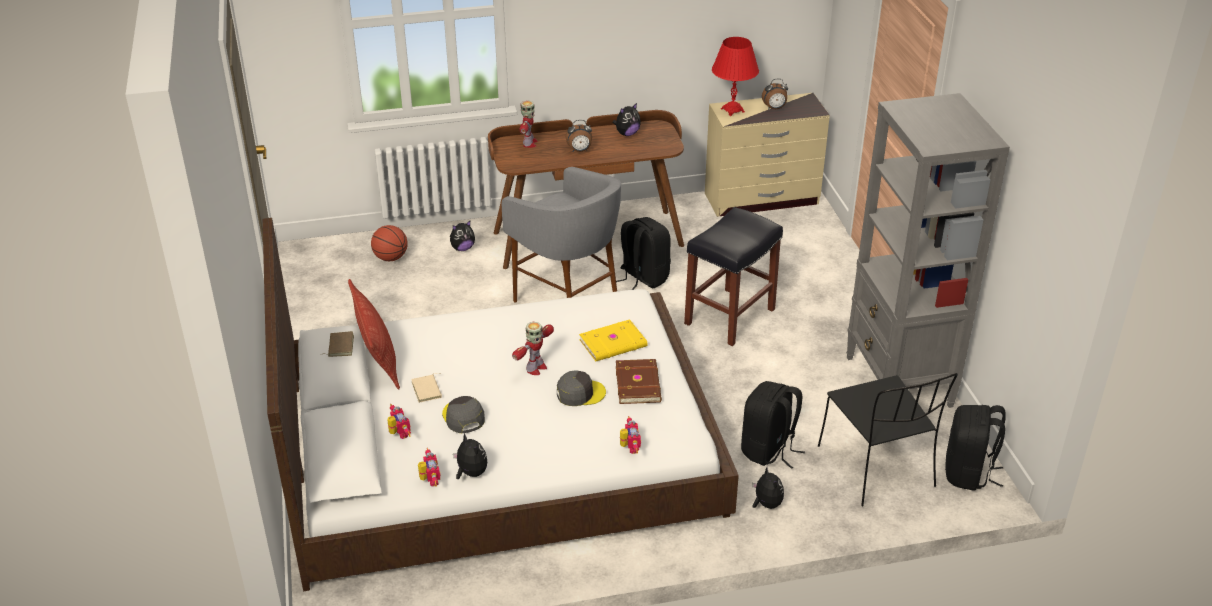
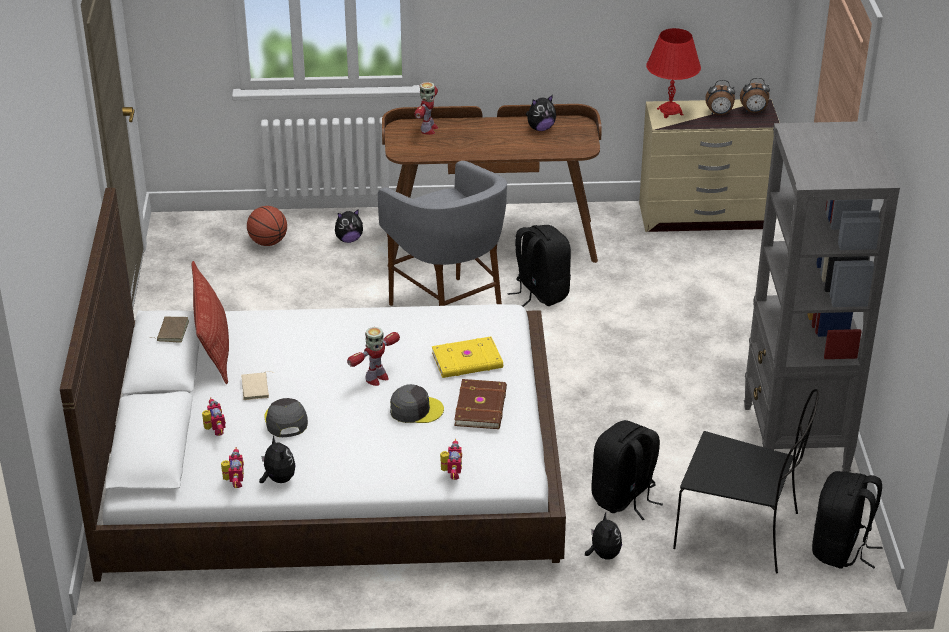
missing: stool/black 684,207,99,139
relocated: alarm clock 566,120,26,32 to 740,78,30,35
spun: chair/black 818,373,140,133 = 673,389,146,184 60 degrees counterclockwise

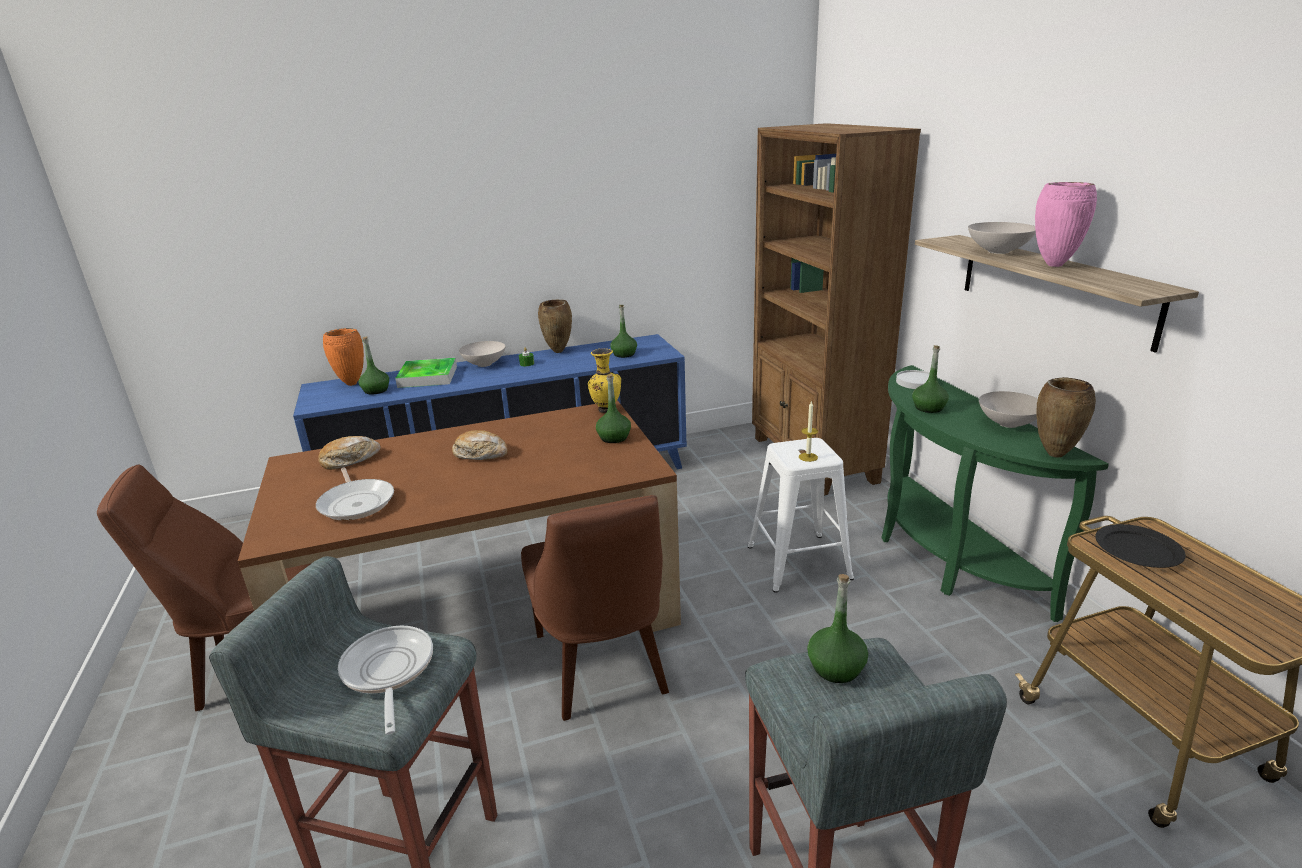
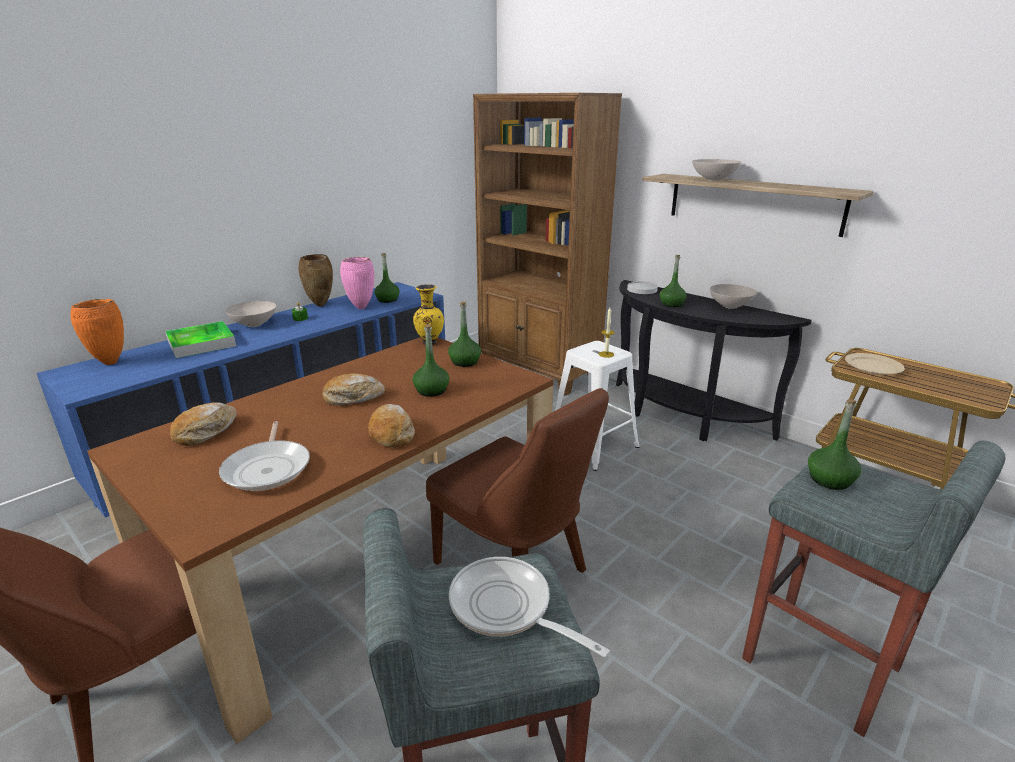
missing: vase/brown 1036,377,60,81
appeared: bread 368,404,47,43
relocated: bottle/green 359,336,30,59 to 412,324,37,73; vase/pink 1035,182,62,85 to 340,257,34,52
colour: console table/green 881,365,228,257 to console table/black 616,280,196,161; plate/black 1095,524,91,44 to plate/beige 845,353,60,22
spun: frying pan 316,468,78,52 = 219,421,91,70 45 degrees clockwise

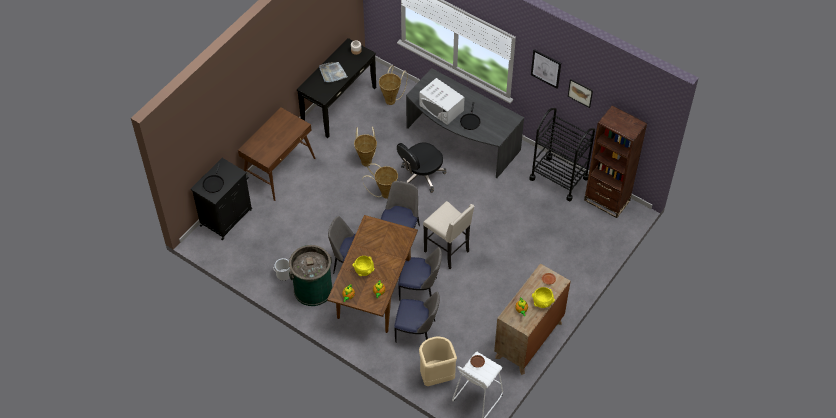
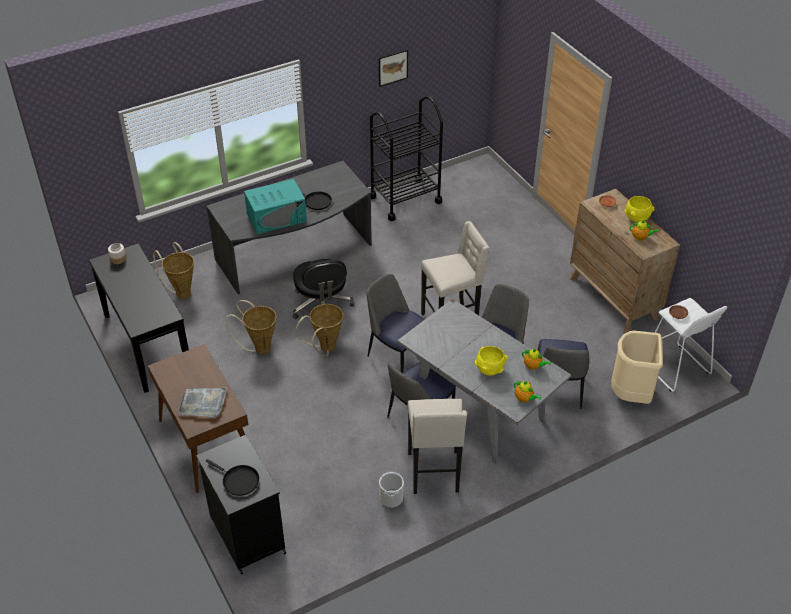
missing: picture 531,49,30,40; bookcase/brown 584,105,63,113
relocated: tray/grey 319,62,29,20 to 178,387,49,30
exchanged: trash can/green 289,245,44,61 to stool/beige 408,399,59,95
colour: dining table/brown 327,215,91,118 to dining table/grey 397,299,175,165; microwave/white 420,78,45,47 to microwave/turquoise 244,179,63,55
spun: chair 394,291,46,51 = 538,339,51,70 150 degrees clockwise

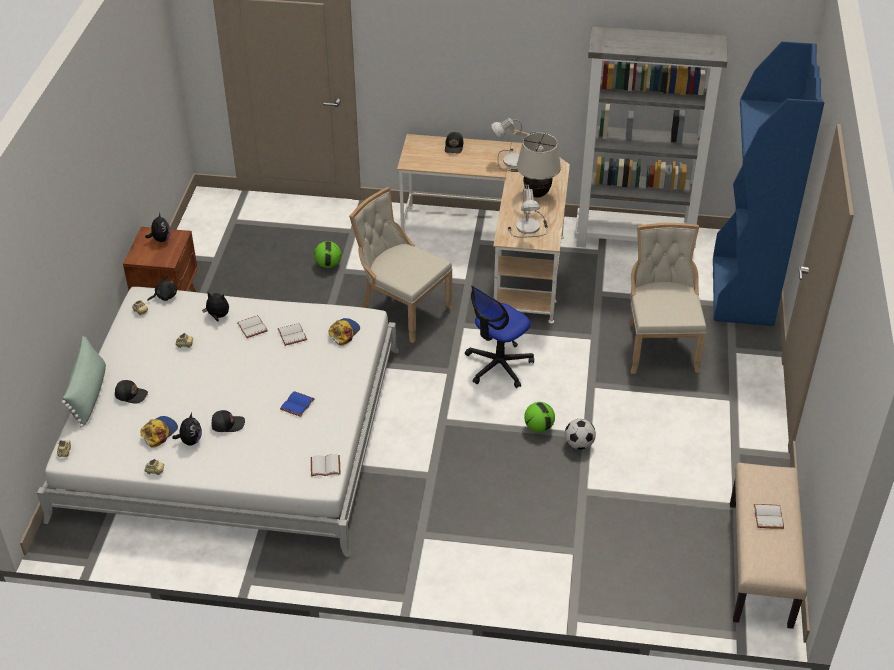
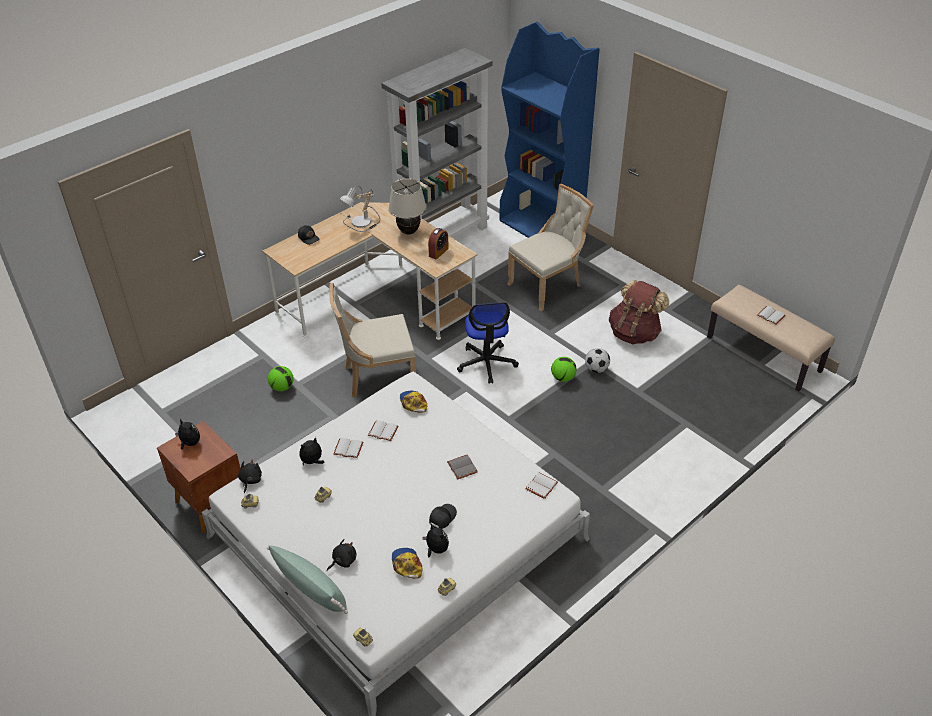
appeared: backpack/brown 609,280,60,64
exchanged: cap/black 115,380,33,23 to plush toy/black 327,539,29,32; table lamp 508,185,40,53 to alarm clock 428,228,21,31
colour: book/blue 280,391,35,26 to book/grey 447,455,31,25
spun: chair/beige 630,223,76,151 = 507,184,87,127 105 degrees clockwise

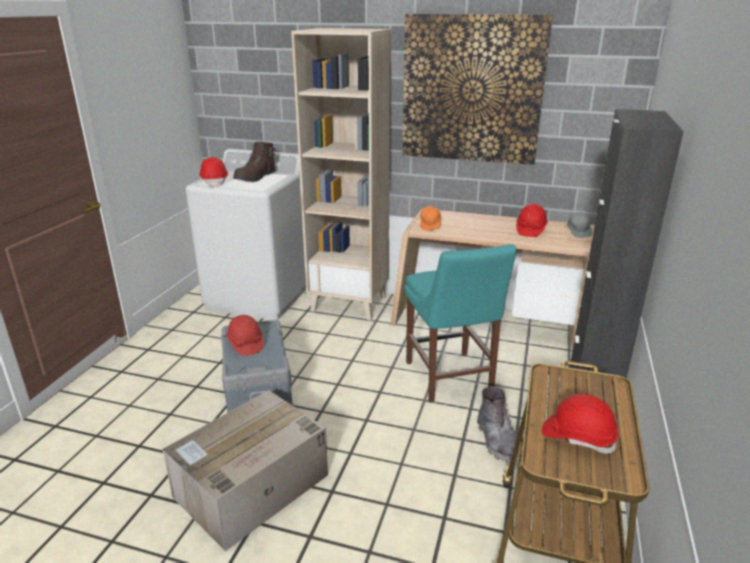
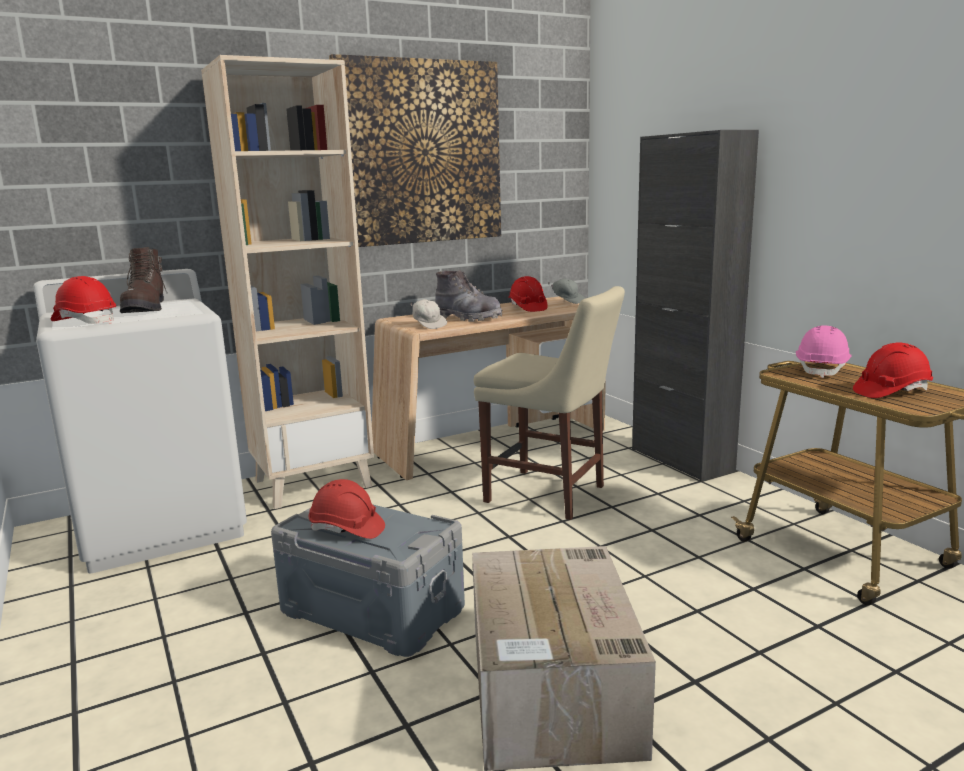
appeared: hard hat/pink 796,325,56,53
relocated: boot/grey 477,386,46,78 to 435,270,67,52
colour: chair/turquoise 405,244,112,158 to chair/beige 474,286,151,234; cap/orange 420,206,21,25 to cap/white 410,299,37,30

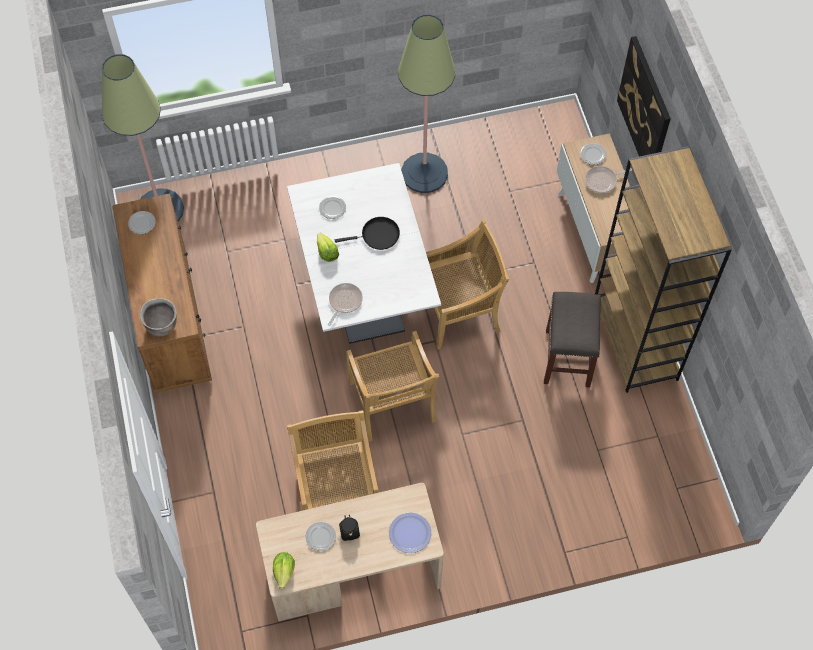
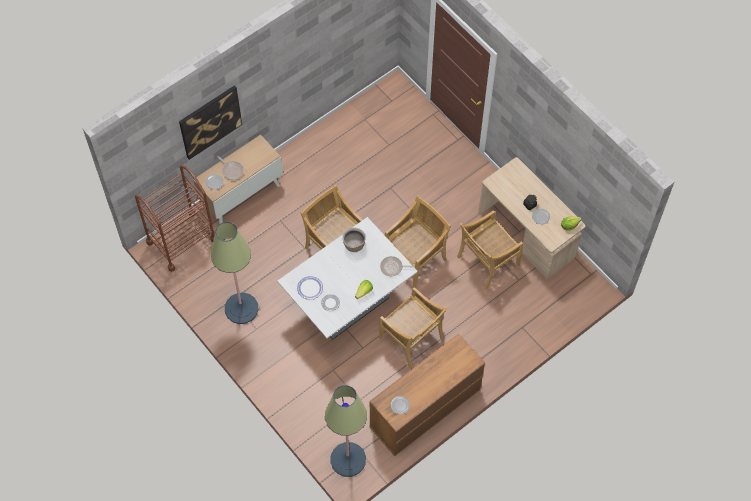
missing: frying pan/black 335,217,65,33; stool/grey 544,292,57,96; bookcase/brown 595,146,137,247
appeared: cart/brown 135,165,80,107; chair/beige 378,287,70,81
relocated: cooking pot/brown 140,298,37,38 to 342,228,24,24; plate 389,513,42,40 to 297,276,26,24

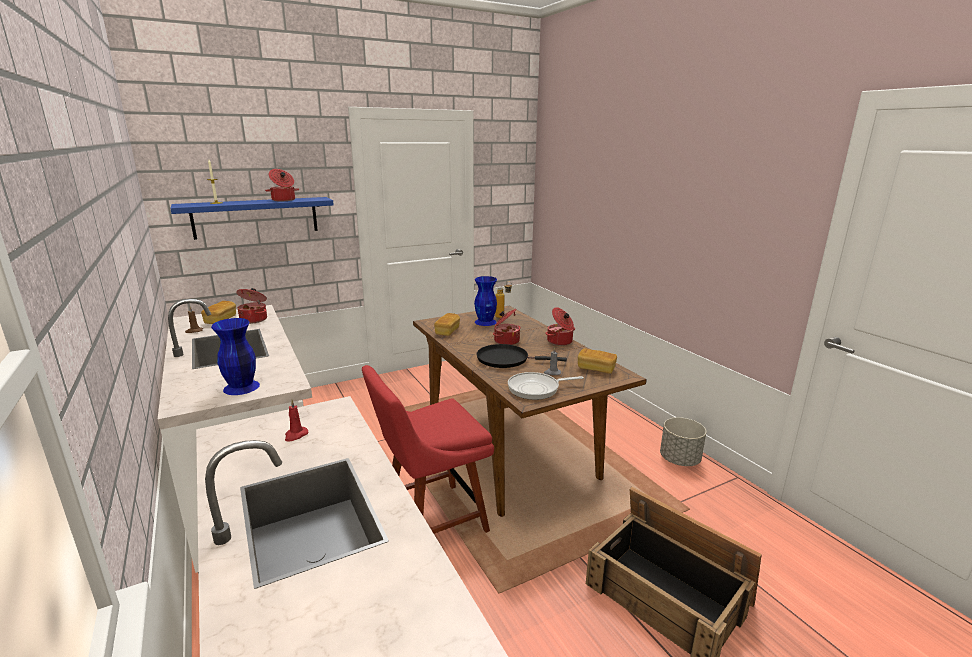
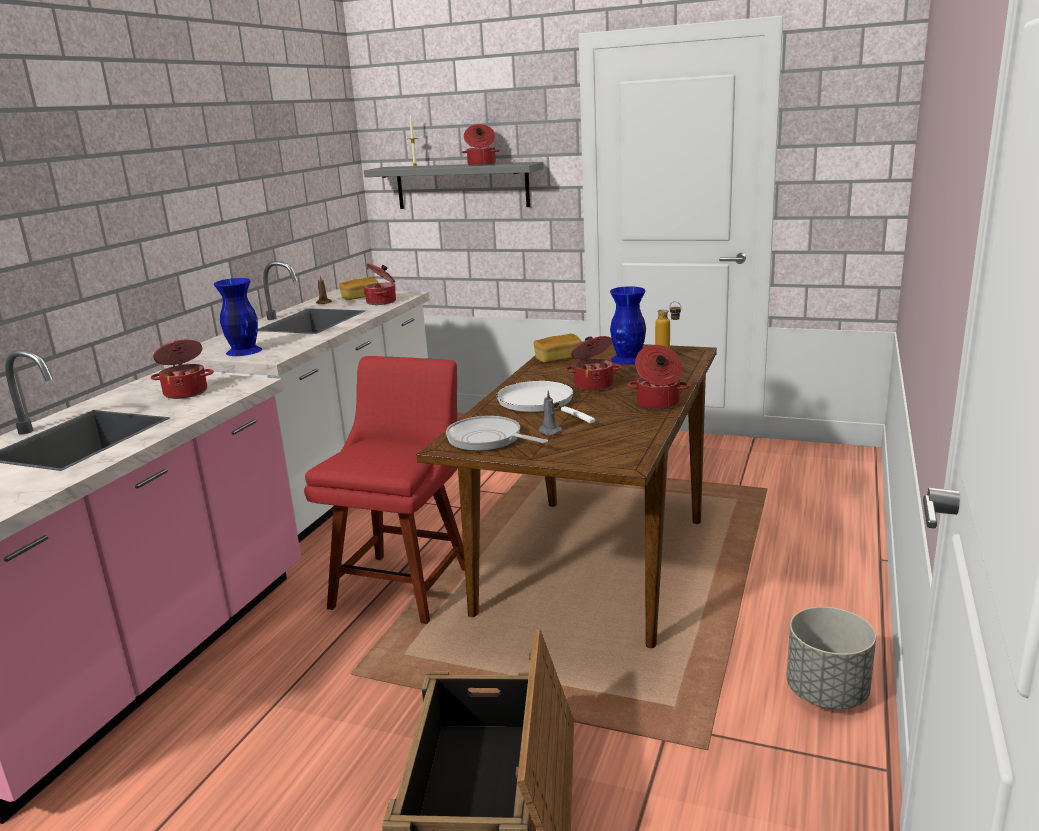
missing: bread 578,348,39,26
exchanged: candle/red 285,400,23,42 to cooking pot 151,340,63,59
colour: shelf/blue 170,197,164,43 to shelf/grey 364,162,180,47; frying pan/black 477,344,90,24 to frying pan/white 496,381,99,42
spun: chair/red 362,365,132,169 = 304,356,161,268 90 degrees clockwise

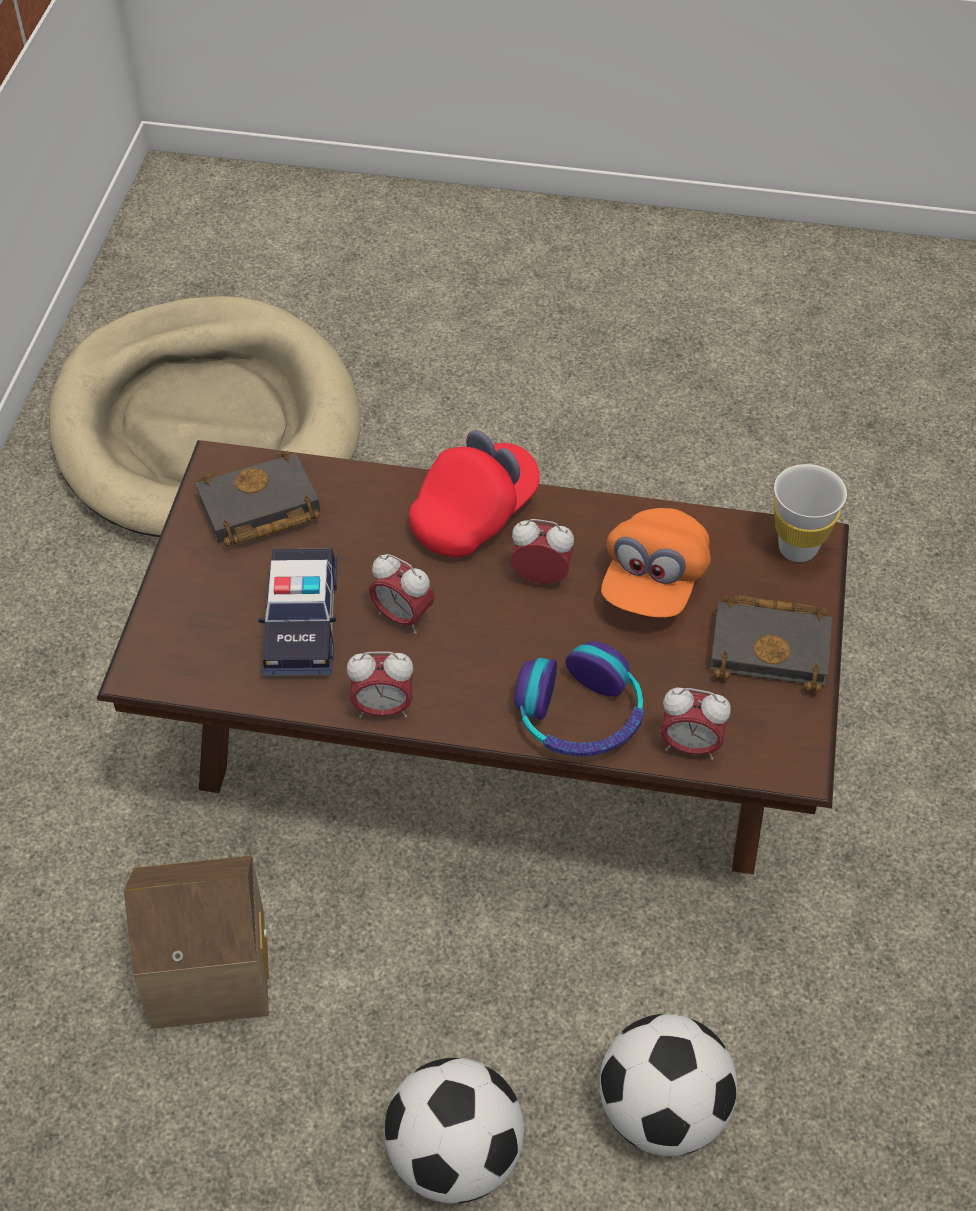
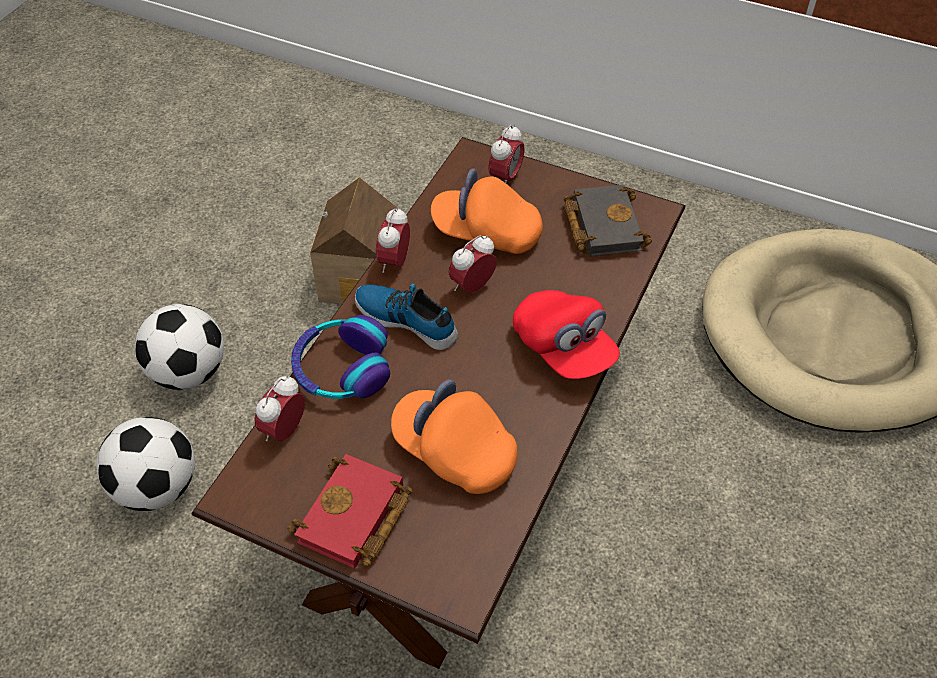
missing: cup/white 773,464,74,98
appeared: shoe 355,283,103,67
relocated: alarm clock 511,519,63,65 to 488,124,37,60
exchanged: toy car 258,548,79,128 to cap/orange 431,168,112,86
colour: book/black 710,595,122,97 to book/red 287,454,126,115

